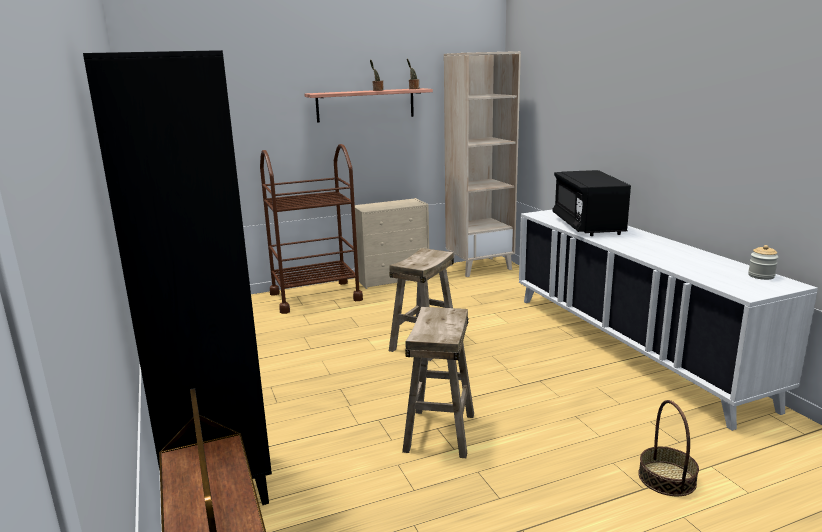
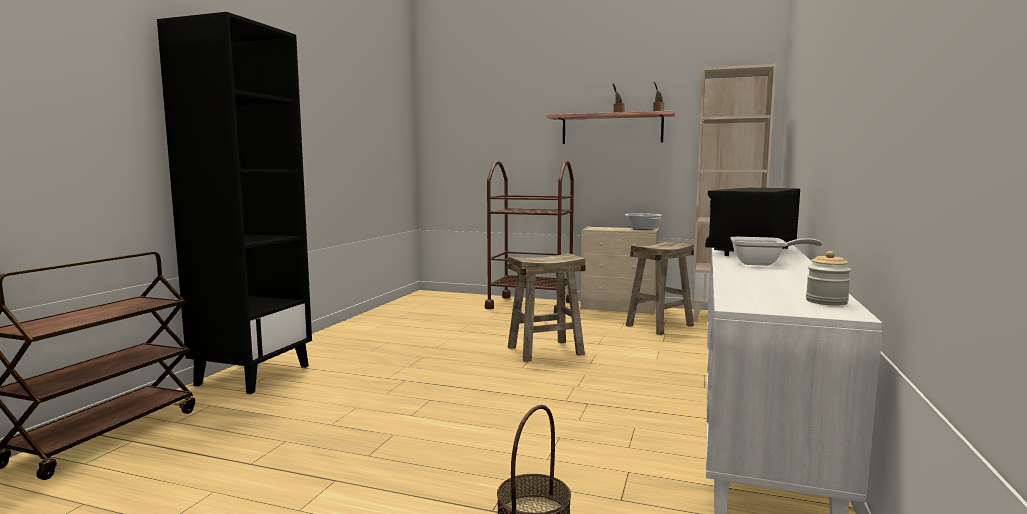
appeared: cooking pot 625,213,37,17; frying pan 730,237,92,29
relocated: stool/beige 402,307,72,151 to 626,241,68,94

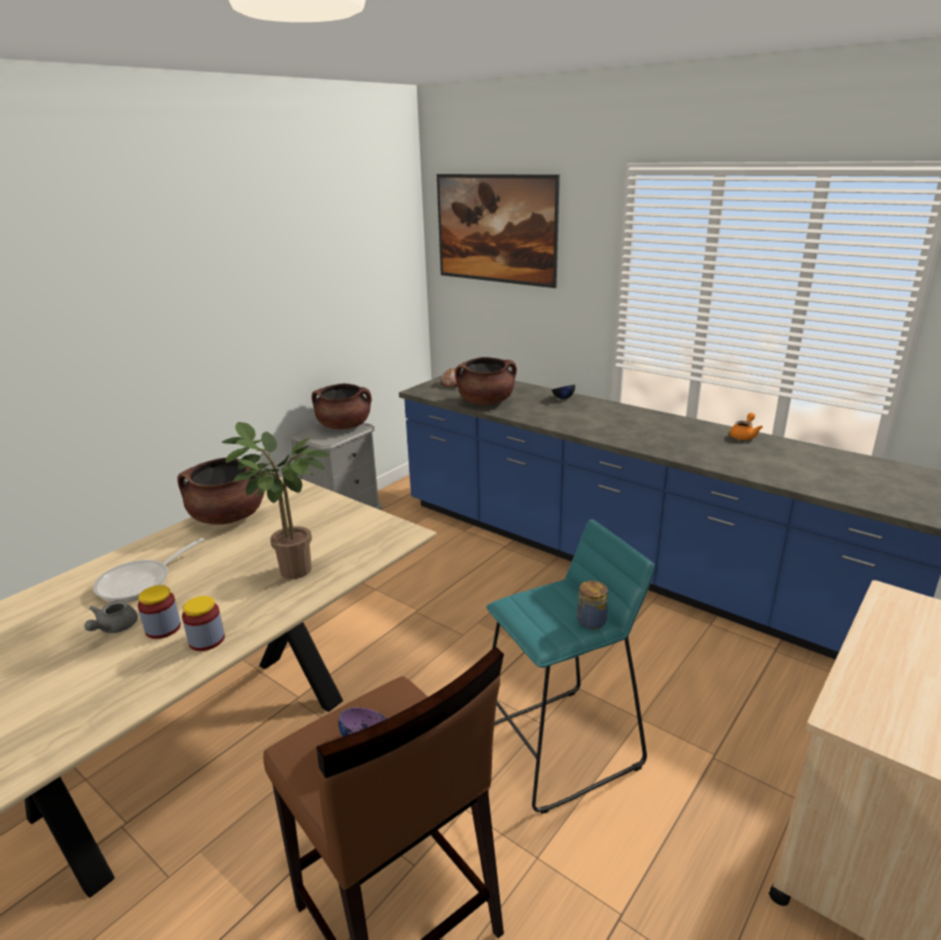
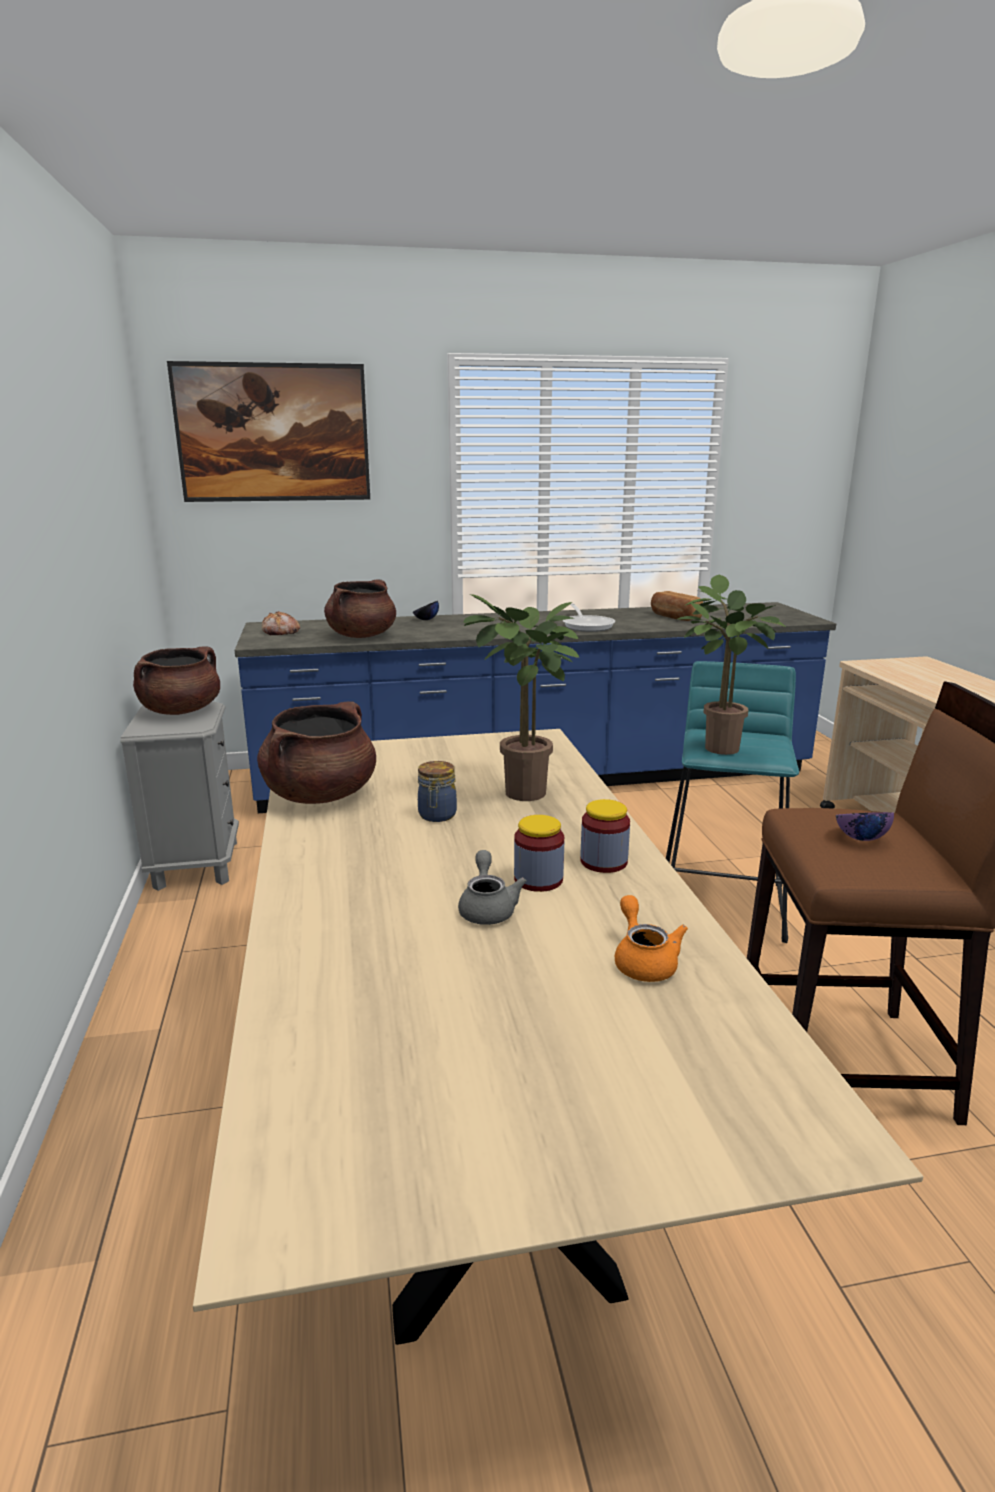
appeared: bread 651,591,52,30; potted plant 677,575,109,180
relocated: frying pan 93,538,111,64 to 563,603,52,29; jar 577,581,31,48 to 418,761,39,61; teapot/orange 730,413,33,27 to 615,895,73,87
spun: teapot/grey 84,600,54,33 = 458,850,69,75 150 degrees counterclockwise

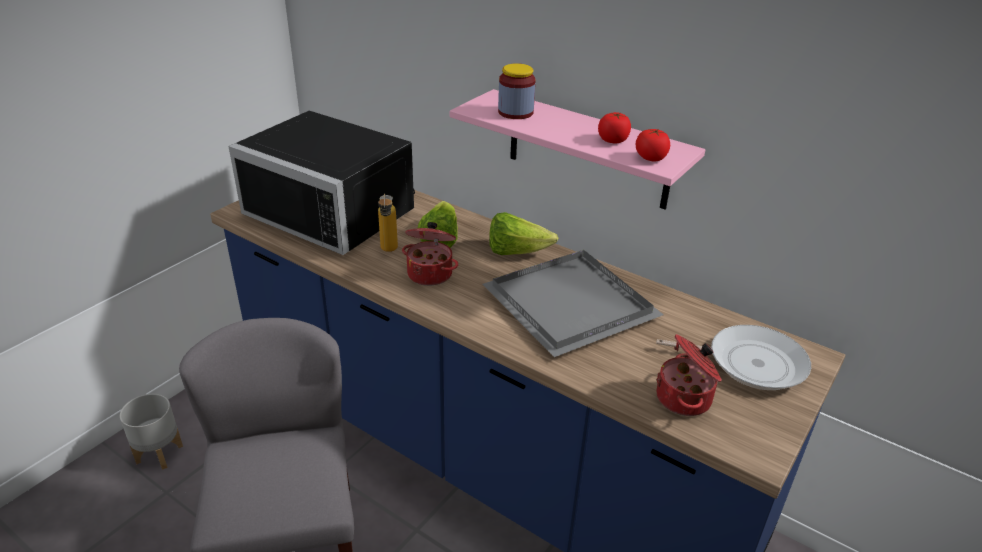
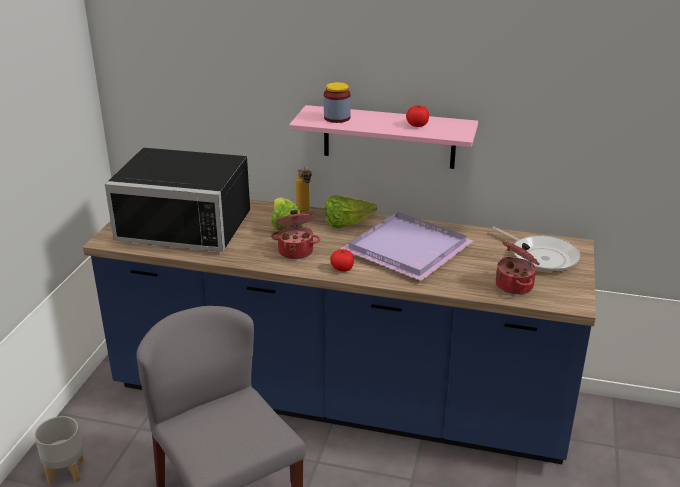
relocated: bottle 378,193,20,59 to 296,166,16,46; tomato 636,129,34,33 to 330,249,24,23
colour: tray/grey 483,250,181,107 to tray/purple 341,212,132,69
spun: frying pan 656,325,155,65 = 492,227,88,45 60 degrees clockwise

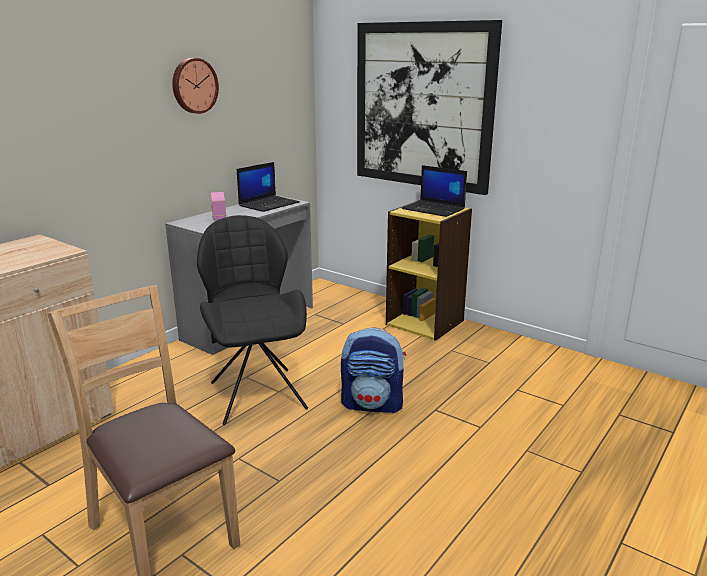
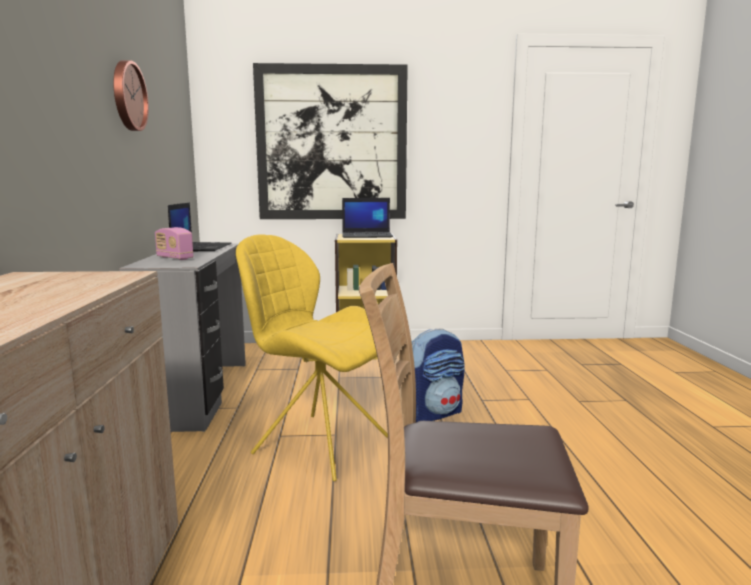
colour: chair/black 197,215,111,210 to chair/yellow 236,235,152,246

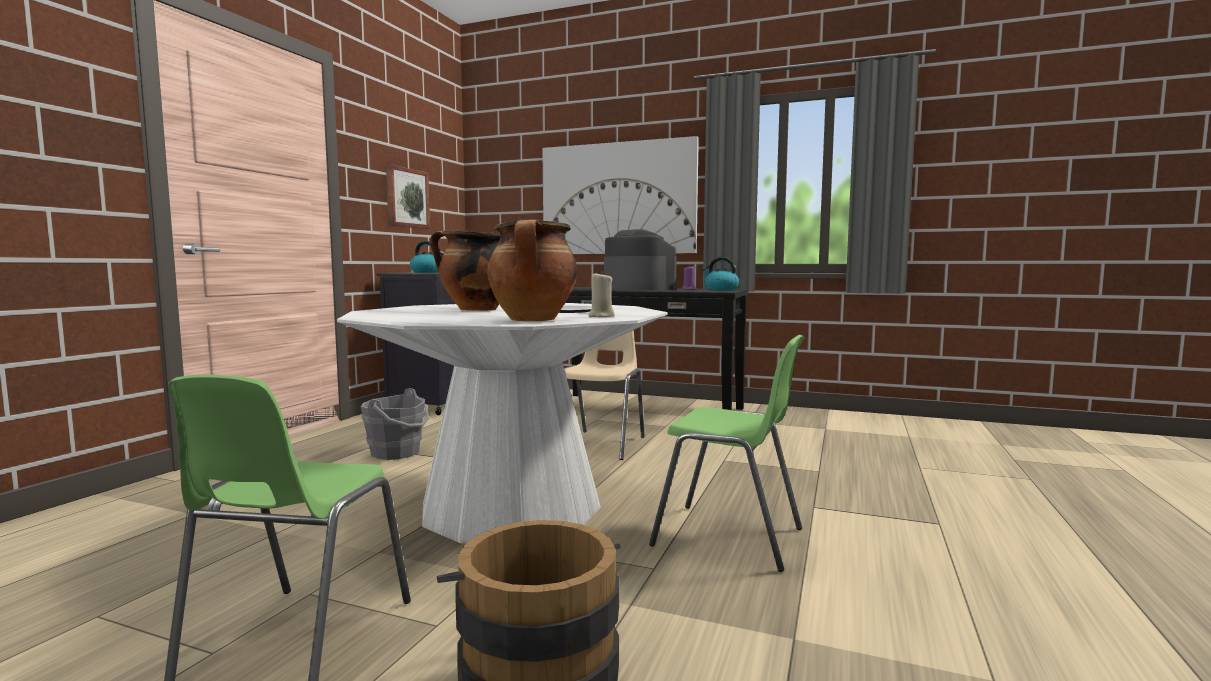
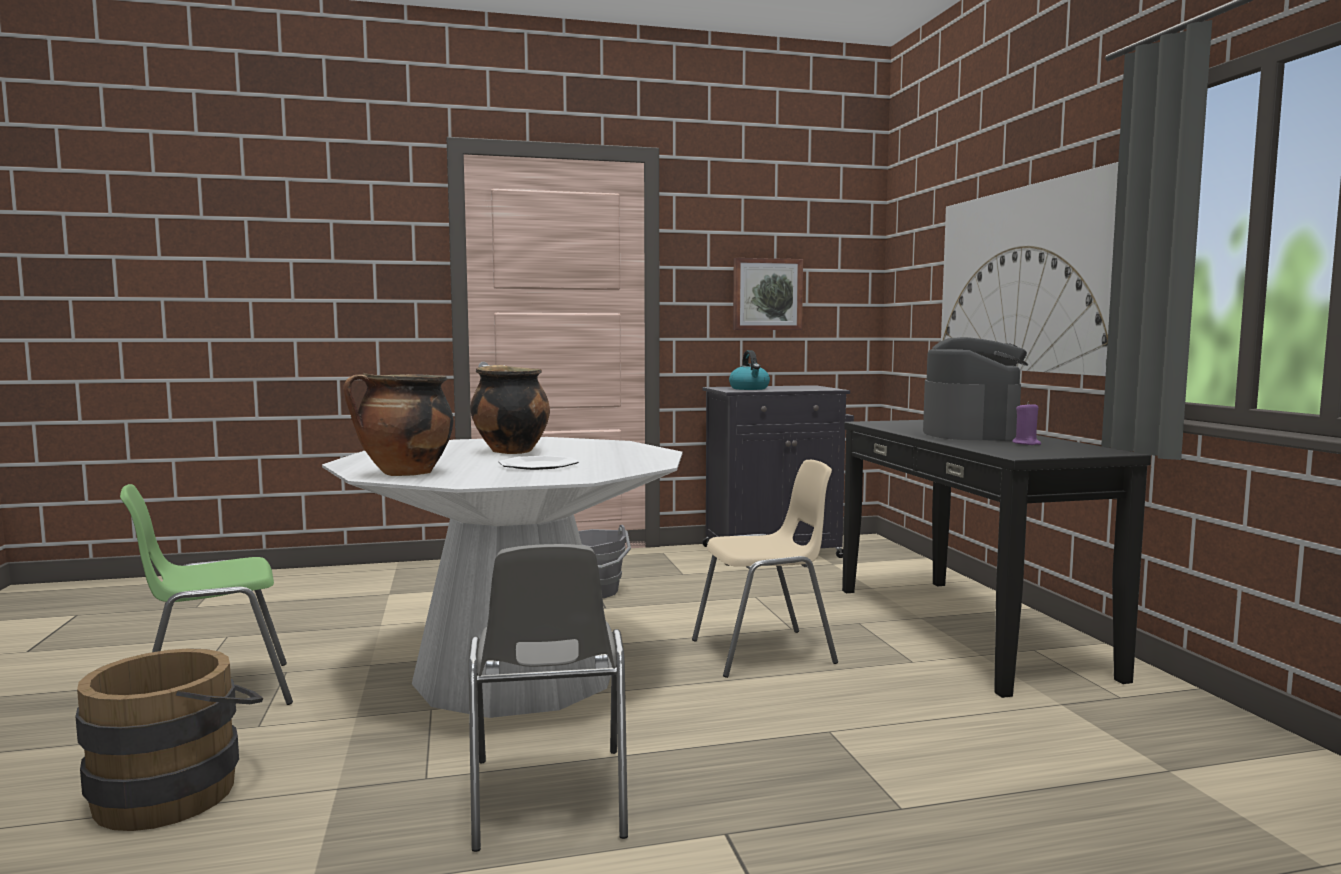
missing: candle/beige 588,271,27,46; kettle 701,257,38,33
colour: chair/green 649,335,155,237 to chair/grey 468,544,160,308

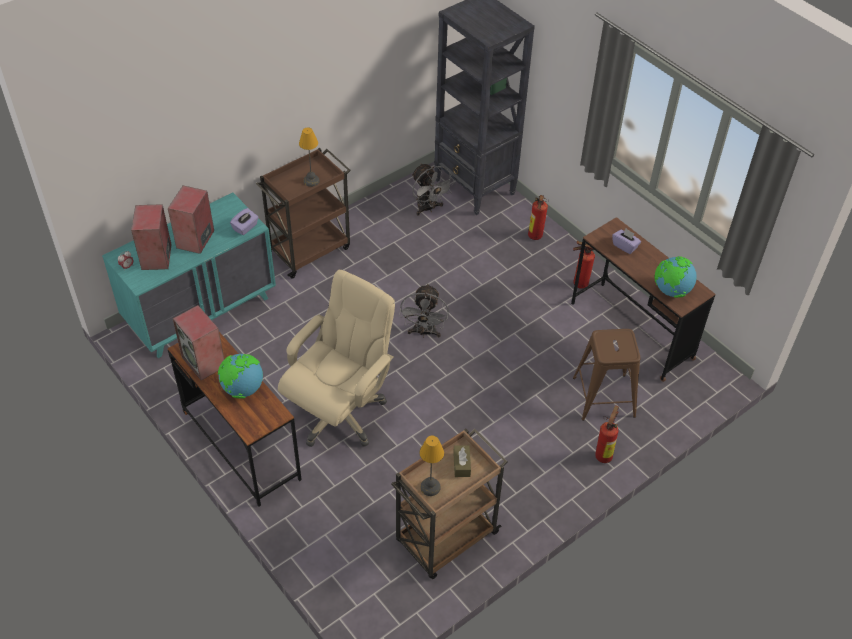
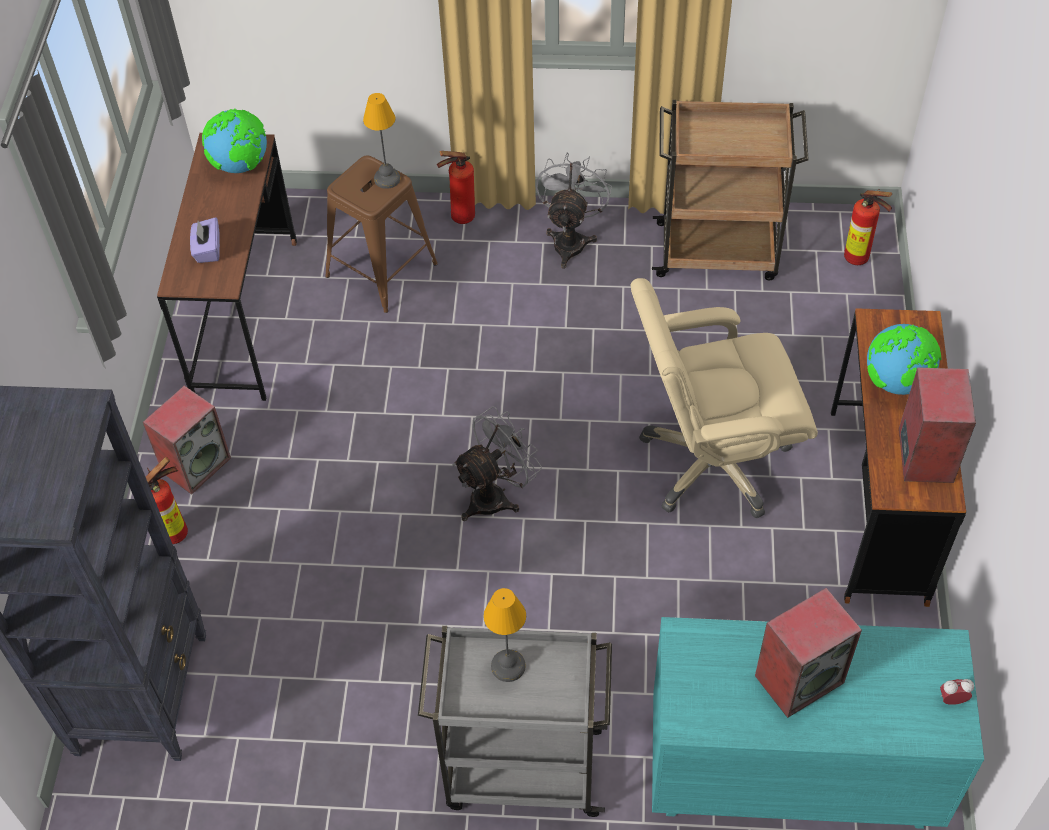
missing: tissue box/purple 230,208,29,27; tissue box/brown 453,445,18,32
relocated: speaker 131,204,41,66 to 143,386,88,109; fan/grey 412,163,43,52 to 536,153,76,116; table lamp 419,436,25,60 to 363,93,37,96; fire extinguisher 573,241,22,48 to 844,189,48,76
colour: cart/brown 256,148,95,130 to cart/grey 418,626,194,191

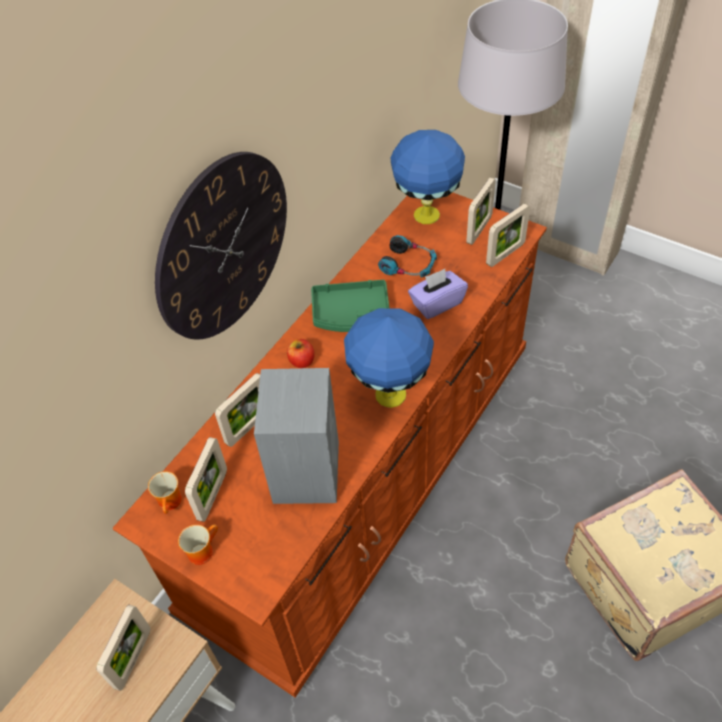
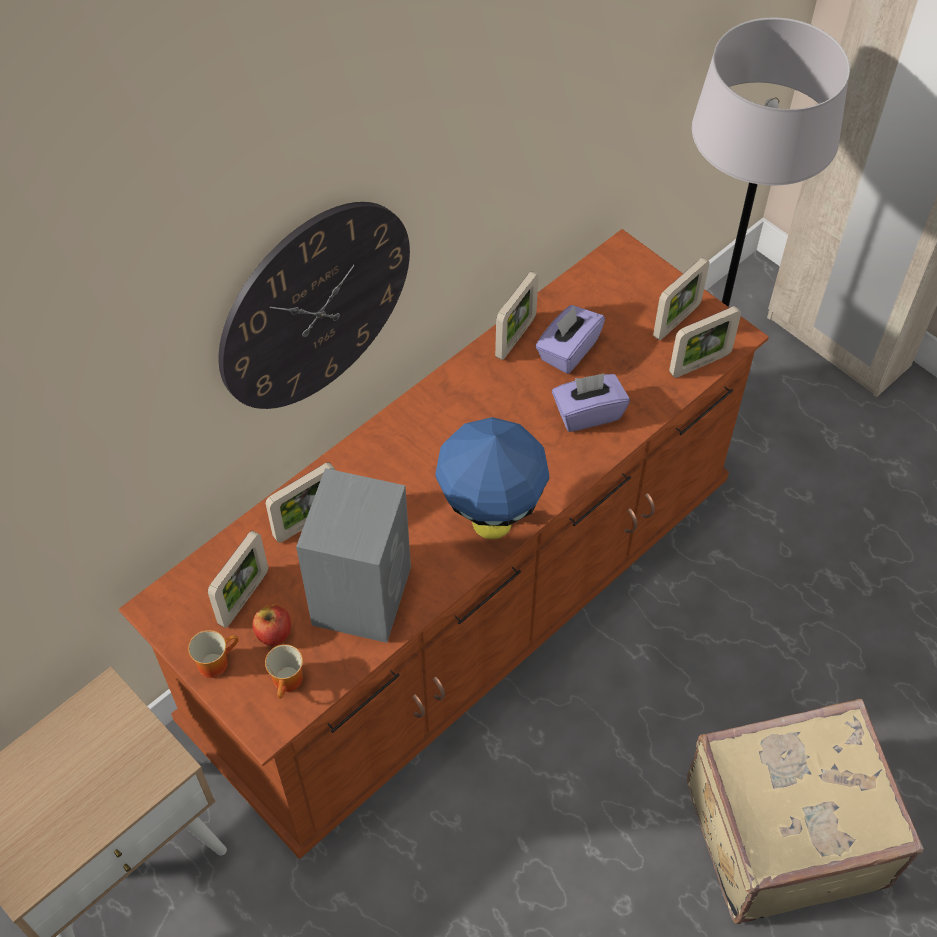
missing: tray/green 311,280,78,52; table lamp/blue 391,130,74,94
relocated: picture frame 96,605,54,86 to 495,271,44,89; mug 148,471,34,43 to 265,644,38,54; apple 287,339,27,29 to 253,604,38,42
exchanged: headphones 378,235,59,42 to tissue box/purple 535,305,70,69

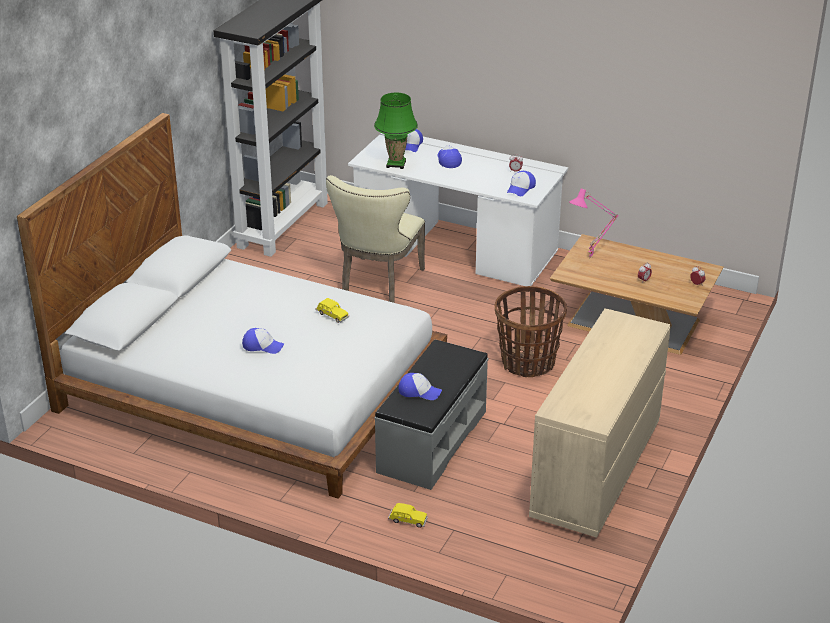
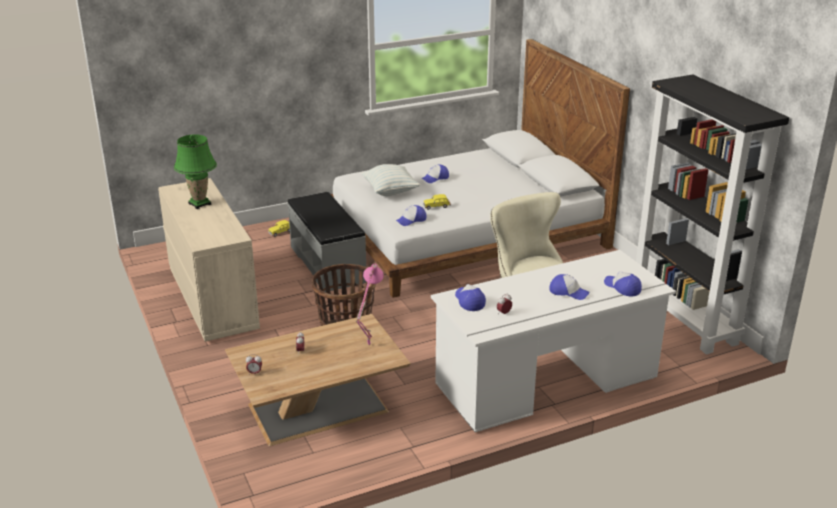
appeared: pillow 361,164,59,32
relocated: table lamp/green 374,93,44,76 to 174,134,43,75; cap 398,373,44,27 to 396,205,31,21

